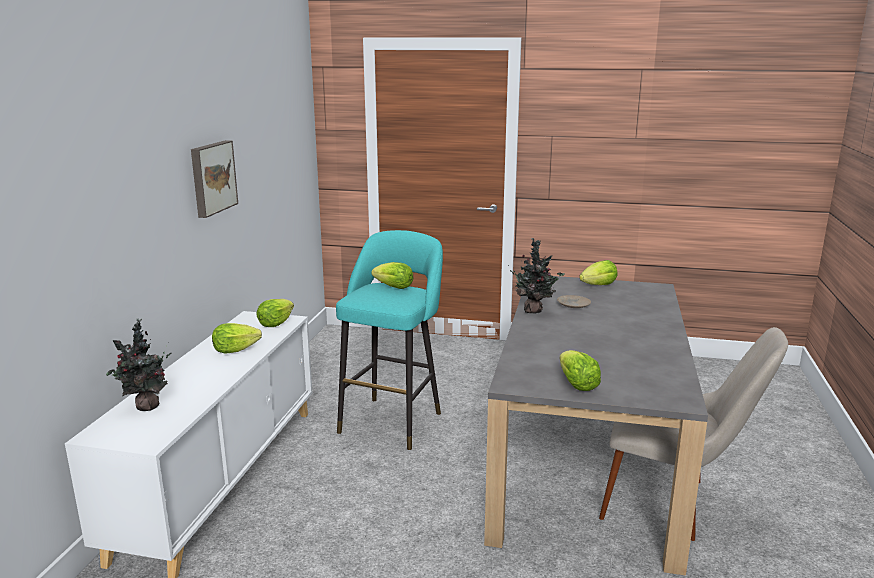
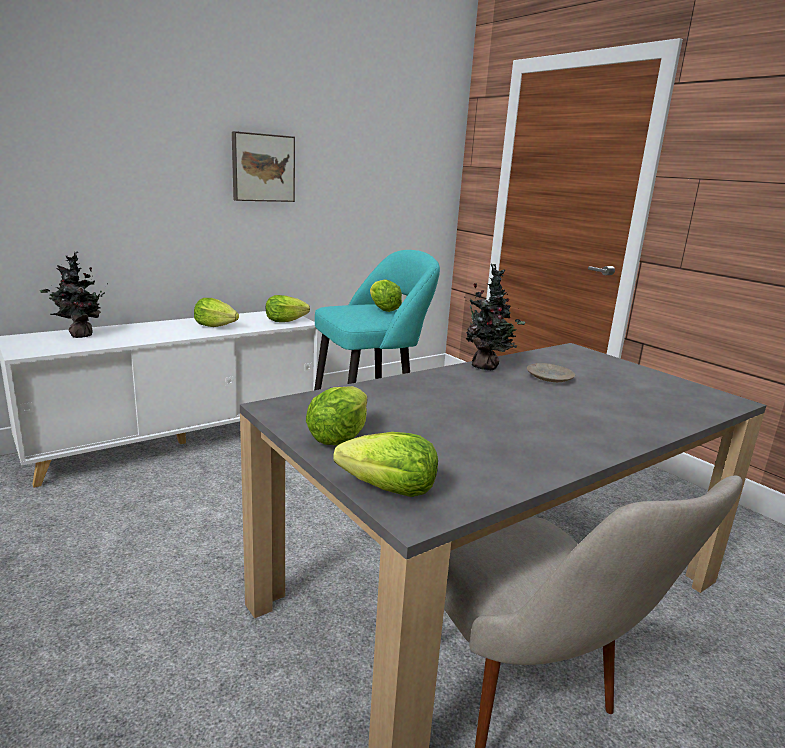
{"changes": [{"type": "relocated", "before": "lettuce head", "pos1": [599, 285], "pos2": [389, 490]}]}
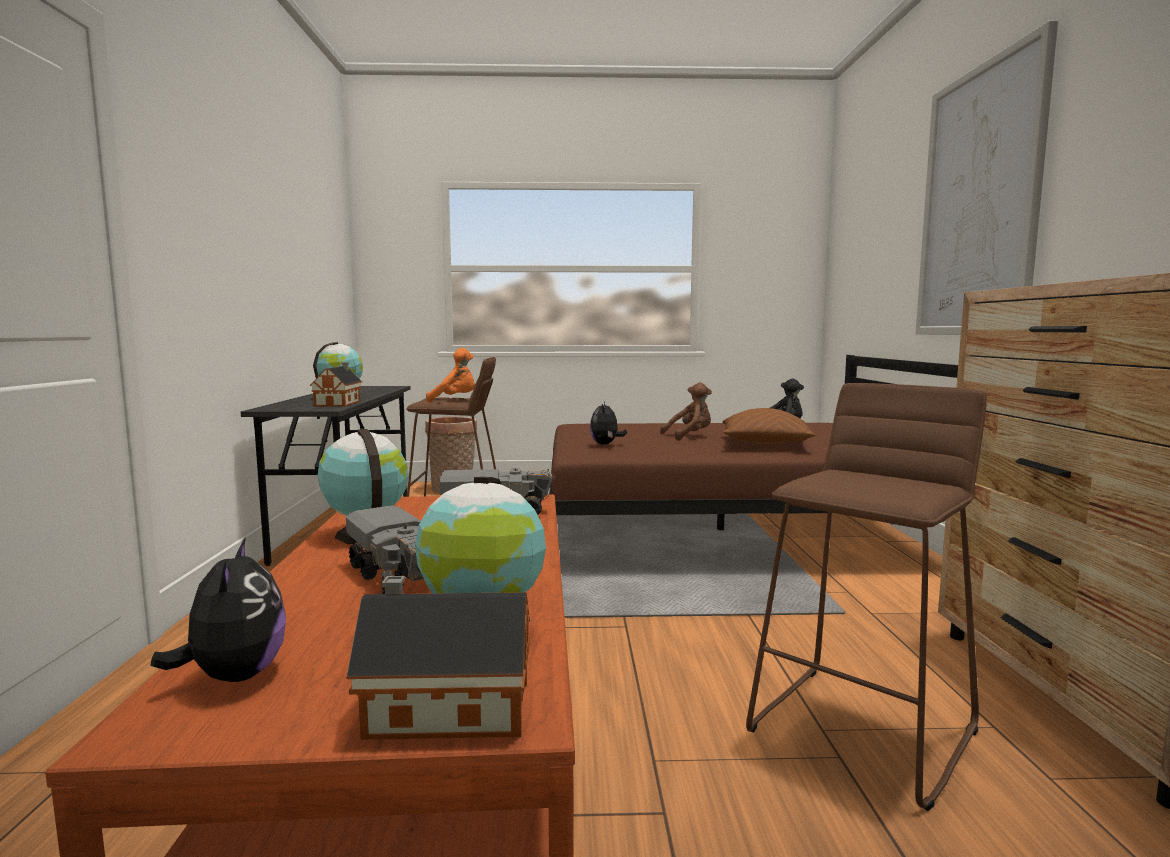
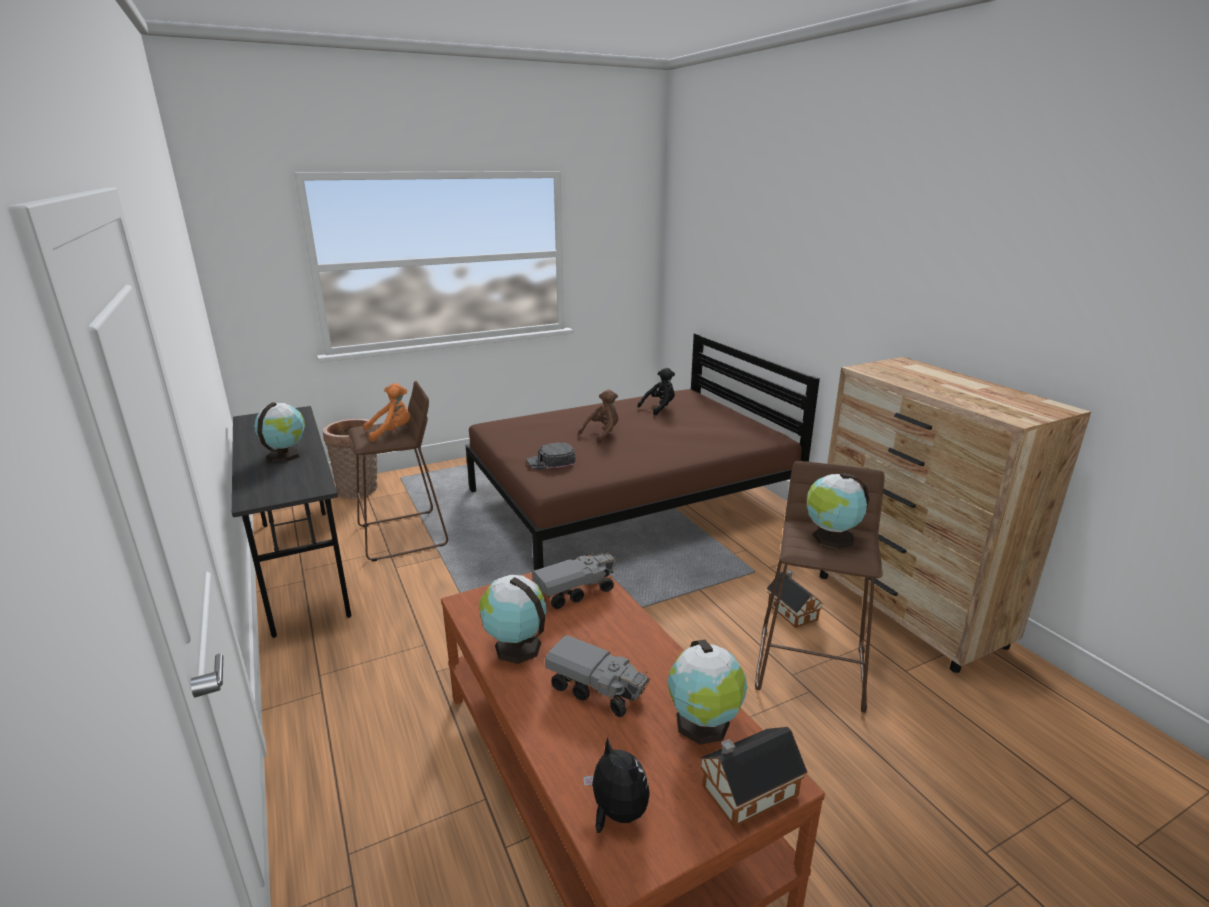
{"changes": [{"type": "exchanged", "before": "soft toy", "after": "cap (black)", "pos1": [606, 444], "pos2": [551, 461]}, {"type": "relocated", "before": "miniature house", "pos1": [339, 403], "pos2": [791, 610]}, {"type": "appeared", "after": "globe", "pos2": [831, 538]}, {"type": "missing", "before": "cushion (brown)", "pos1": [765, 444]}, {"type": "missing", "before": "wall picture", "pos1": [979, 202]}]}
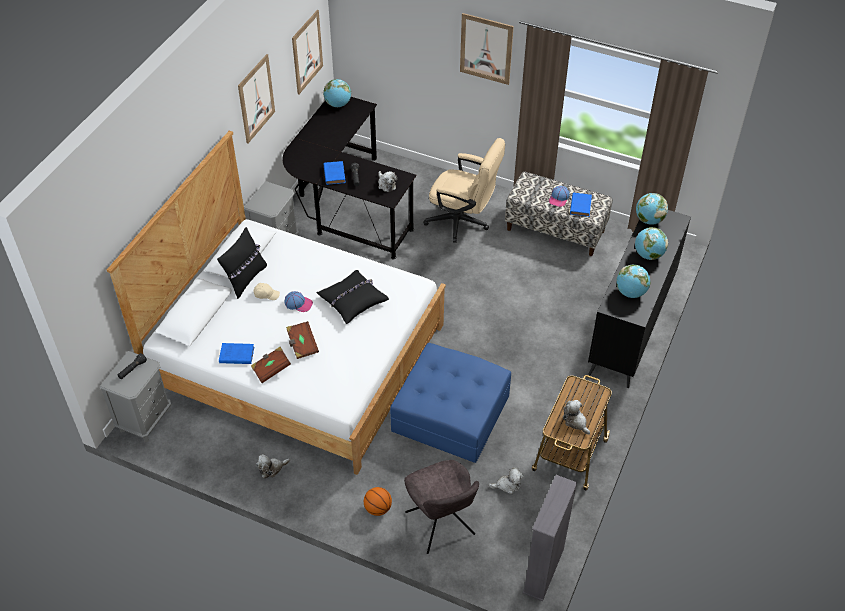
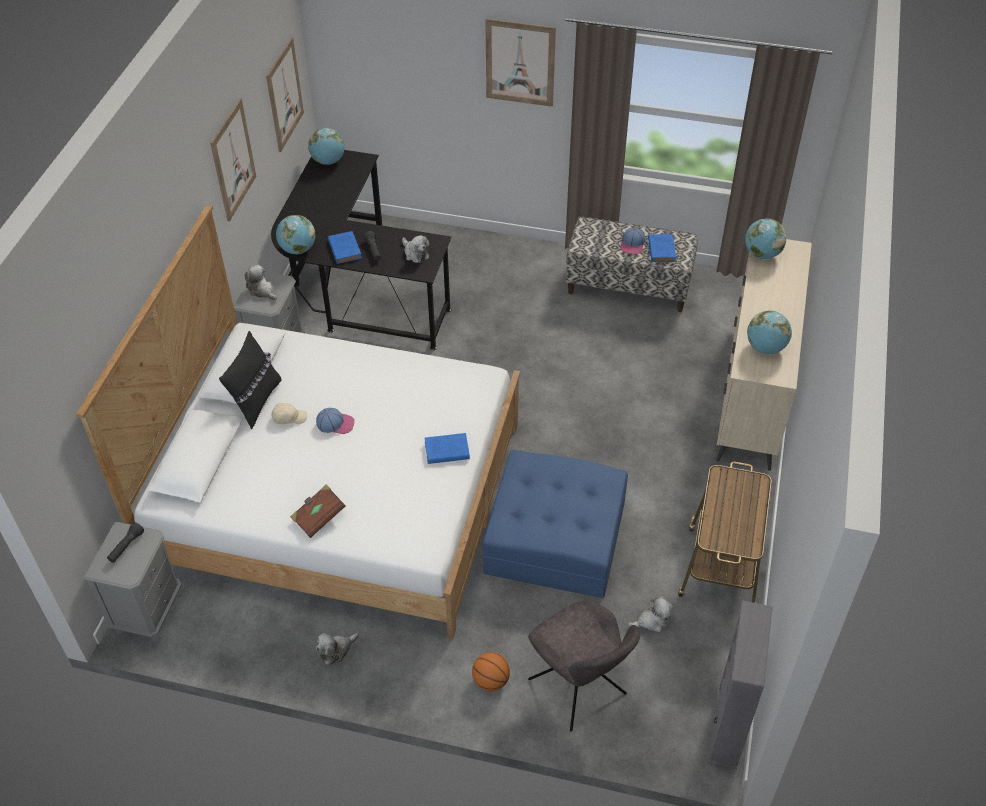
{"changes": [{"type": "relocated", "before": "soft toy", "pos1": [575, 421], "pos2": [262, 290]}, {"type": "relocated", "before": "globe", "pos1": [648, 255], "pos2": [298, 249]}, {"type": "relocated", "before": "volume (bluish)", "pos1": [236, 355], "pos2": [445, 451]}, {"type": "colour", "before": "chest of drawers (black)", "after": "chest of drawers (sand-coloured)", "pos1": [630, 327], "pos2": [752, 393]}, {"type": "missing", "before": "volume (brown)", "pos1": [302, 345]}, {"type": "missing", "before": "cushion (black)", "pos1": [352, 300]}, {"type": "missing", "before": "computer chair (sand-coloured)", "pos1": [463, 222]}]}
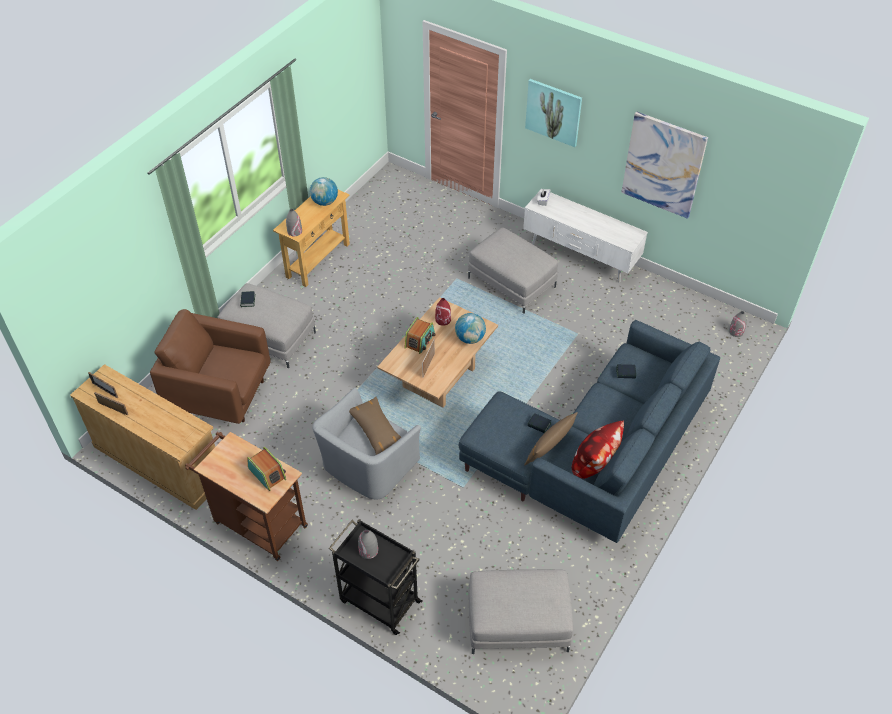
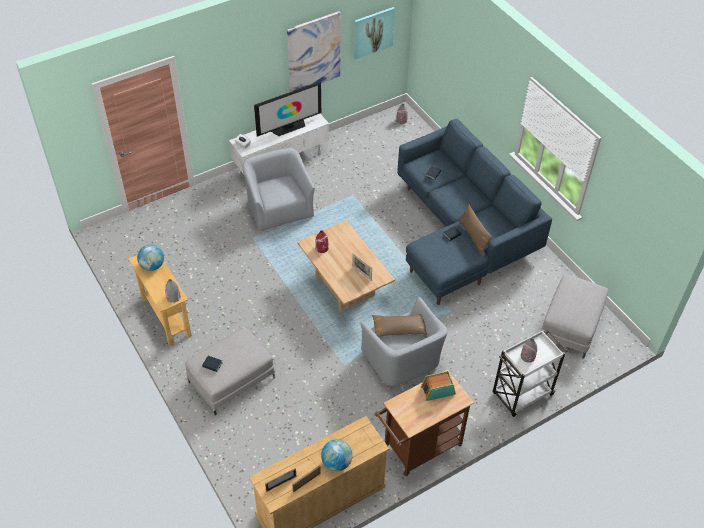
{"changes": [{"type": "exchanged", "before": "ottoman (grey)", "after": "lounge chair (grey)", "pos1": [512, 282], "pos2": [279, 208]}, {"type": "appeared", "after": "television", "pos2": [289, 127]}, {"type": "relocated", "before": "globe", "pos1": [470, 338], "pos2": [336, 462]}, {"type": "relocated", "before": "wall picture", "pos1": [553, 112], "pos2": [373, 32]}, {"type": "colour", "before": "cart (black)", "after": "cart (white-coloured)", "pos1": [378, 600], "pos2": [521, 395]}, {"type": "missing", "before": "lounge chair (brown)", "pos1": [220, 394]}, {"type": "missing", "before": "radio", "pos1": [420, 341]}, {"type": "missing", "before": "cushion", "pos1": [595, 463]}]}
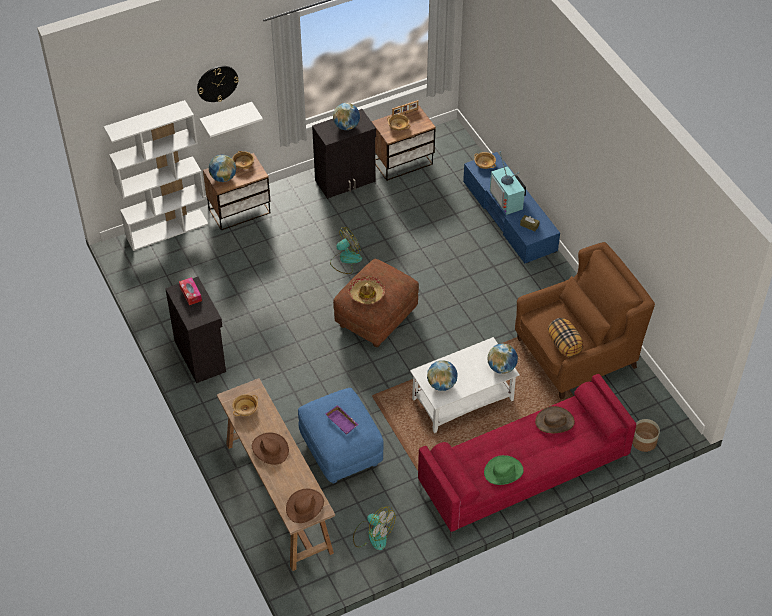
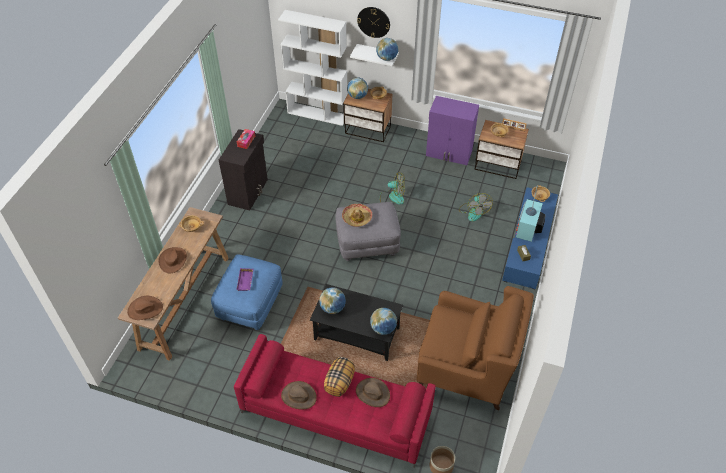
{"changes": [{"type": "colour", "before": "wearable hat (greenish)", "after": "wearable hat (brown)", "pos1": [503, 471], "pos2": [298, 396]}, {"type": "colour", "before": "coffee table (white-coloured)", "after": "coffee table (black)", "pos1": [462, 400], "pos2": [356, 334]}, {"type": "relocated", "before": "cushion", "pos1": [564, 345], "pos2": [339, 382]}, {"type": "colour", "before": "ottoman (brown)", "after": "ottoman (grey)", "pos1": [376, 318], "pos2": [367, 244]}, {"type": "relocated", "before": "globe", "pos1": [346, 126], "pos2": [387, 58]}, {"type": "colour", "before": "storage cabinet (black)", "after": "storage cabinet (purple)", "pos1": [346, 181], "pos2": [449, 153]}, {"type": "relocated", "before": "cooling fan", "pos1": [373, 535], "pos2": [473, 211]}]}
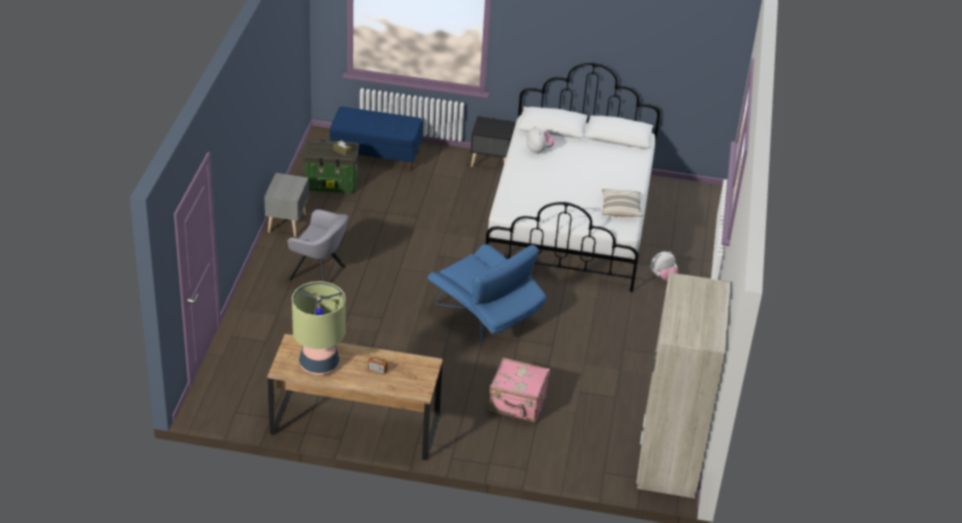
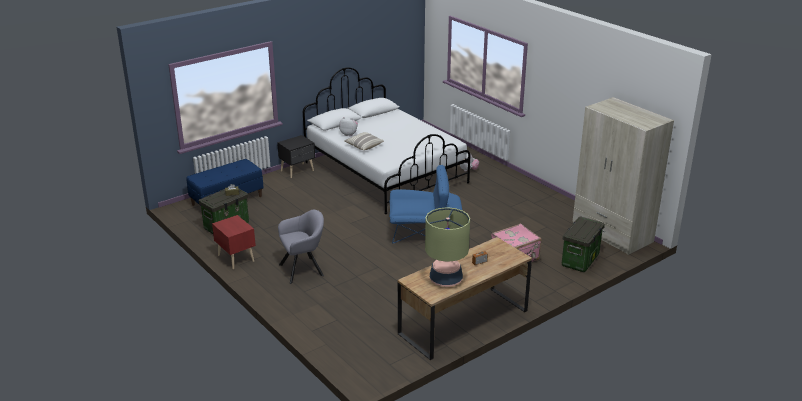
{"changes": [{"type": "colour", "before": "night table (grey)", "after": "night table (red)", "pos1": [288, 223], "pos2": [236, 258]}, {"type": "relocated", "before": "cushion", "pos1": [620, 209], "pos2": [363, 146]}, {"type": "appeared", "after": "storage bin", "pos2": [580, 261]}]}
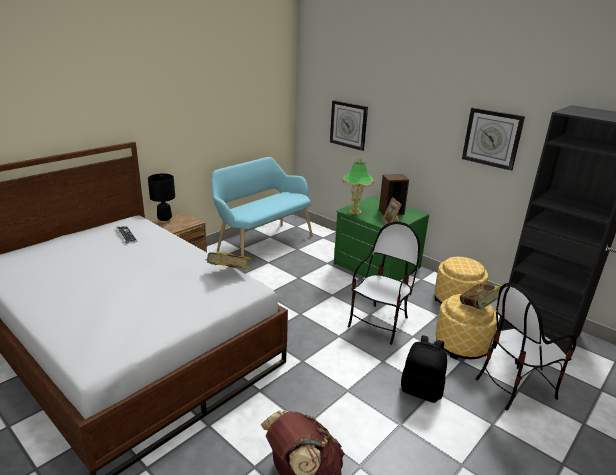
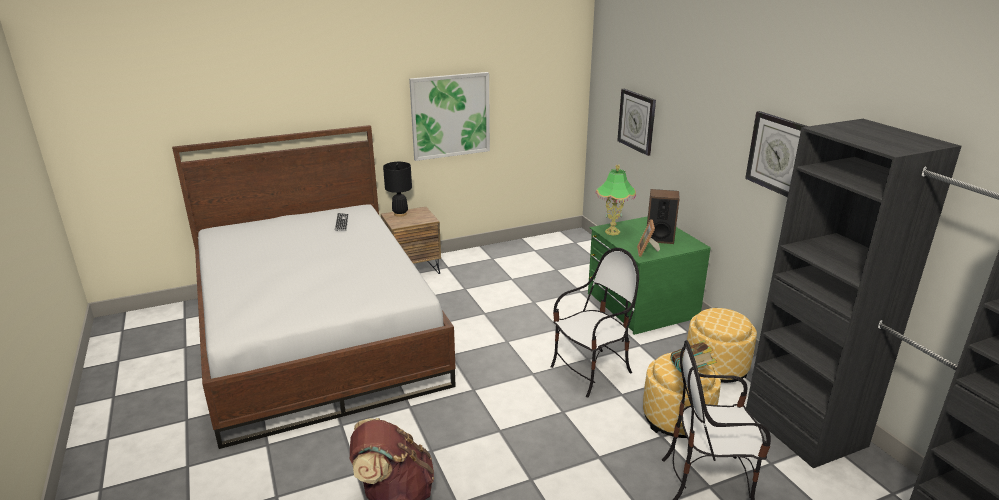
{"changes": [{"type": "appeared", "after": "wall picture", "pos2": [450, 116]}, {"type": "missing", "before": "volume", "pos1": [228, 274]}, {"type": "missing", "before": "bench (turquoise)", "pos1": [262, 243]}, {"type": "missing", "before": "backpack (black)", "pos1": [421, 391]}]}
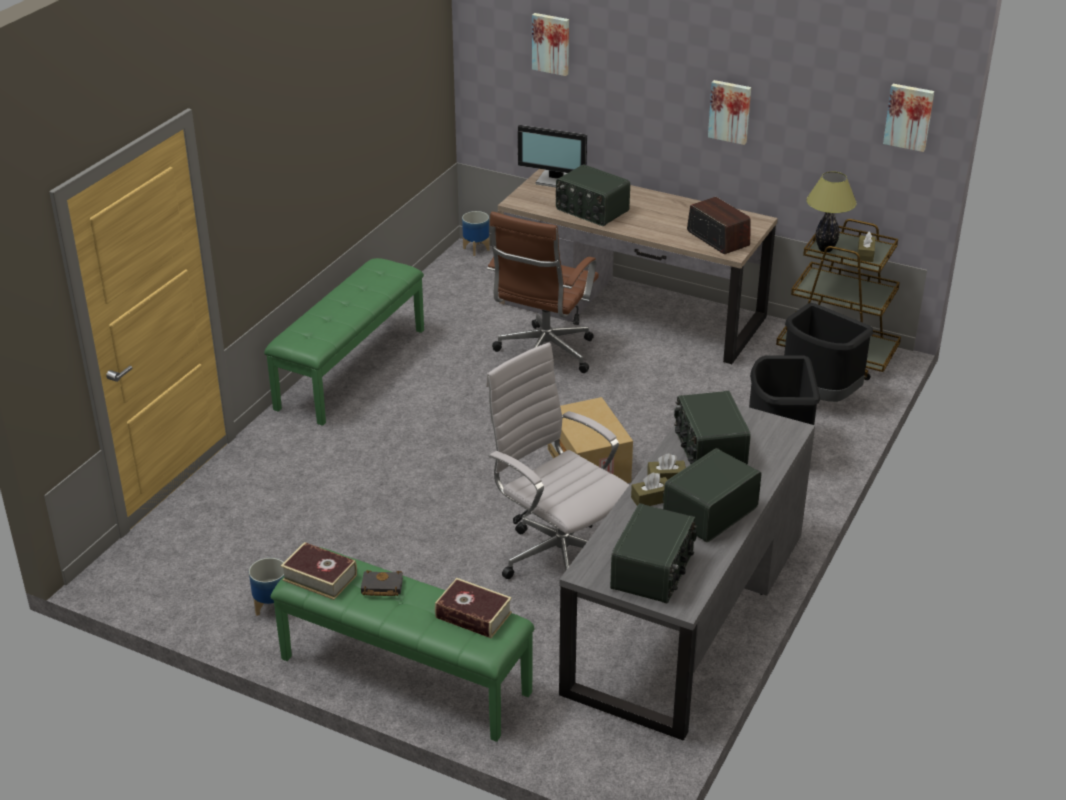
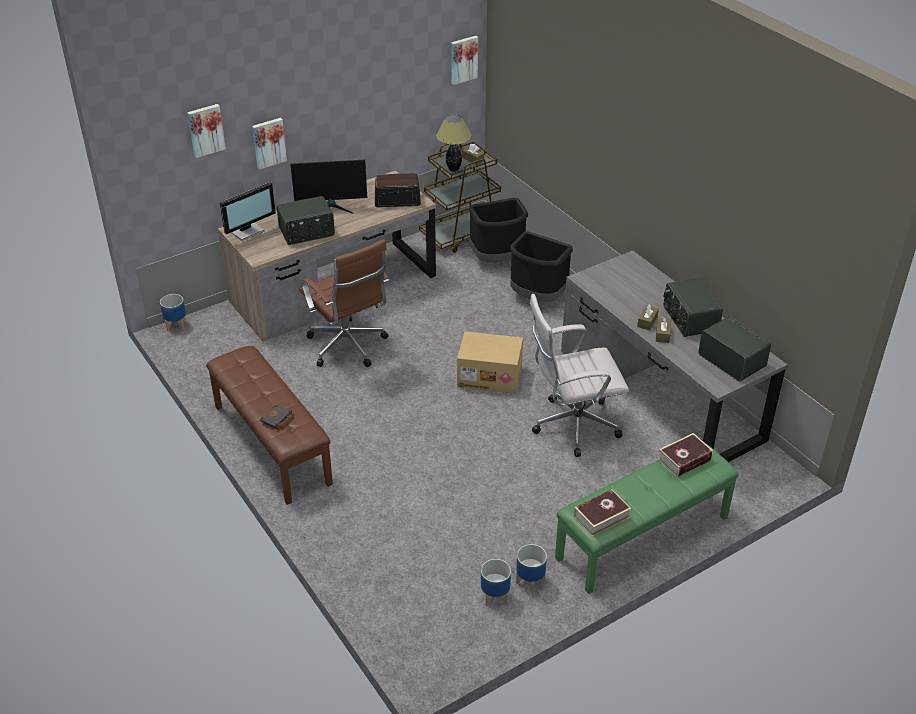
{"changes": [{"type": "colour", "before": "bench (greenish)", "after": "bench (brown)", "pos1": [350, 368], "pos2": [271, 444]}, {"type": "relocated", "before": "wall picture", "pos1": [730, 111], "pos2": [268, 142]}, {"type": "relocated", "before": "volume (black)", "pos1": [380, 587], "pos2": [277, 420]}, {"type": "appeared", "after": "computer display", "pos2": [331, 207]}, {"type": "appeared", "after": "planter", "pos2": [495, 597]}, {"type": "missing", "before": "radio", "pos1": [709, 449]}]}
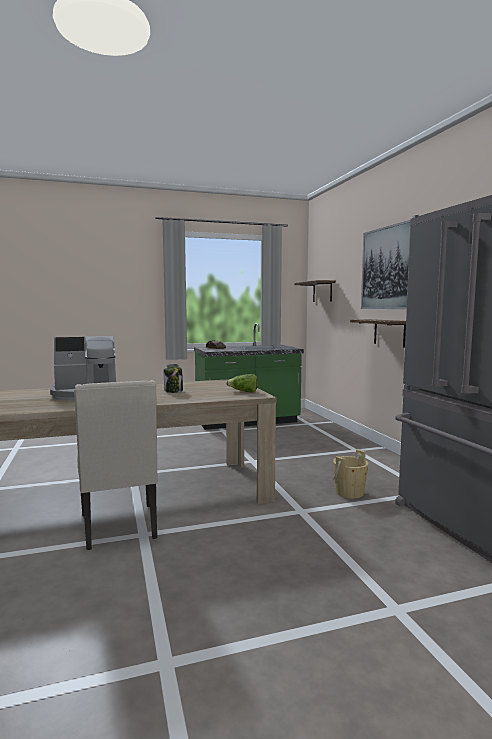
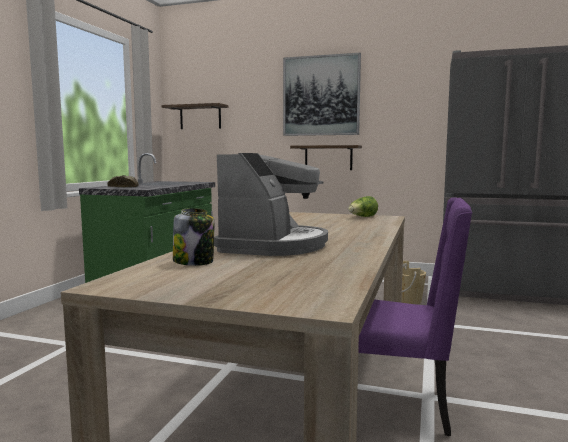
{"changes": [{"type": "relocated", "before": "jar", "pos1": [173, 391], "pos2": [194, 262]}, {"type": "colour", "before": "plain chair (sand-coloured)", "after": "plain chair (purple)", "pos1": [120, 527], "pos2": [397, 405]}]}
